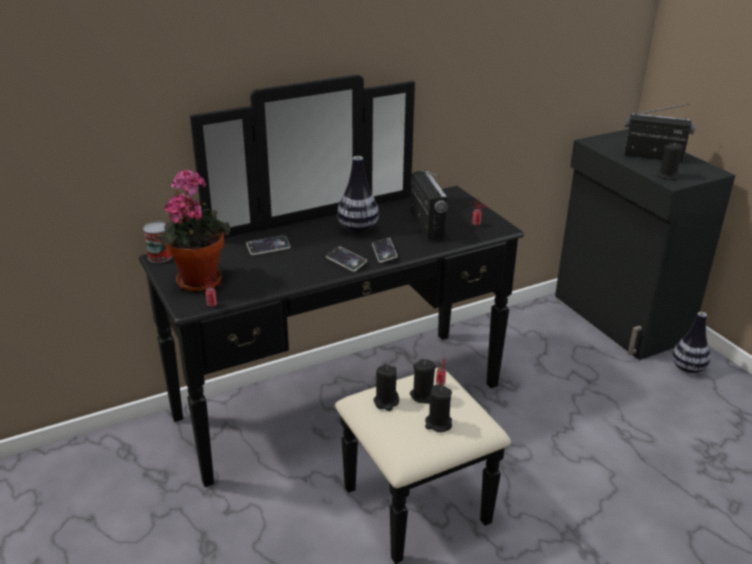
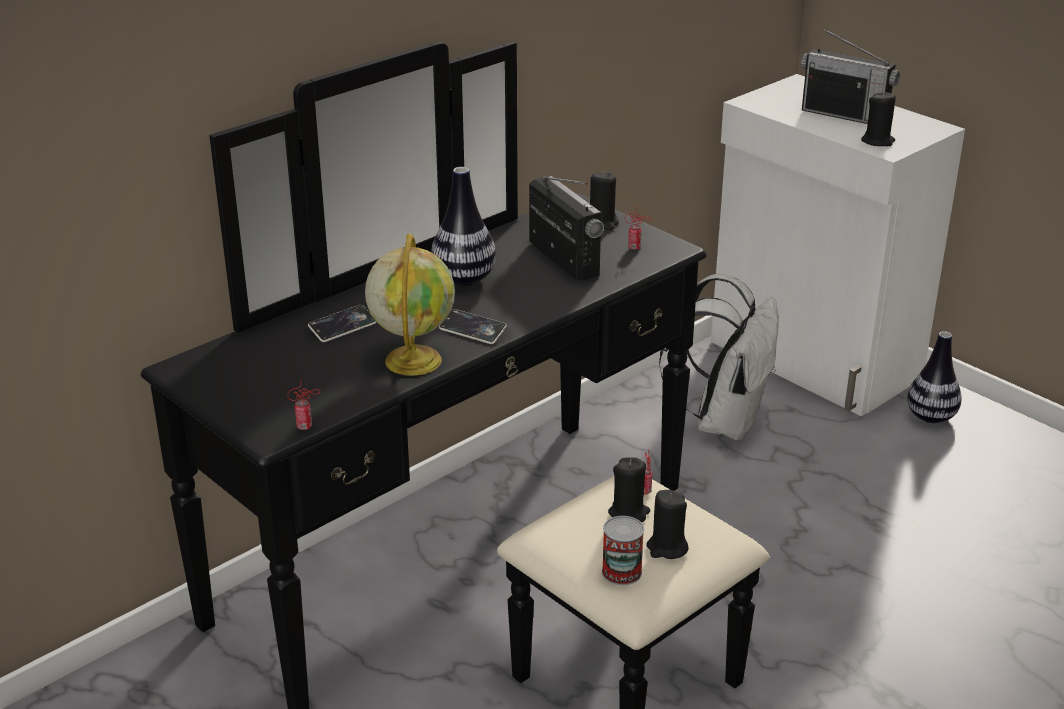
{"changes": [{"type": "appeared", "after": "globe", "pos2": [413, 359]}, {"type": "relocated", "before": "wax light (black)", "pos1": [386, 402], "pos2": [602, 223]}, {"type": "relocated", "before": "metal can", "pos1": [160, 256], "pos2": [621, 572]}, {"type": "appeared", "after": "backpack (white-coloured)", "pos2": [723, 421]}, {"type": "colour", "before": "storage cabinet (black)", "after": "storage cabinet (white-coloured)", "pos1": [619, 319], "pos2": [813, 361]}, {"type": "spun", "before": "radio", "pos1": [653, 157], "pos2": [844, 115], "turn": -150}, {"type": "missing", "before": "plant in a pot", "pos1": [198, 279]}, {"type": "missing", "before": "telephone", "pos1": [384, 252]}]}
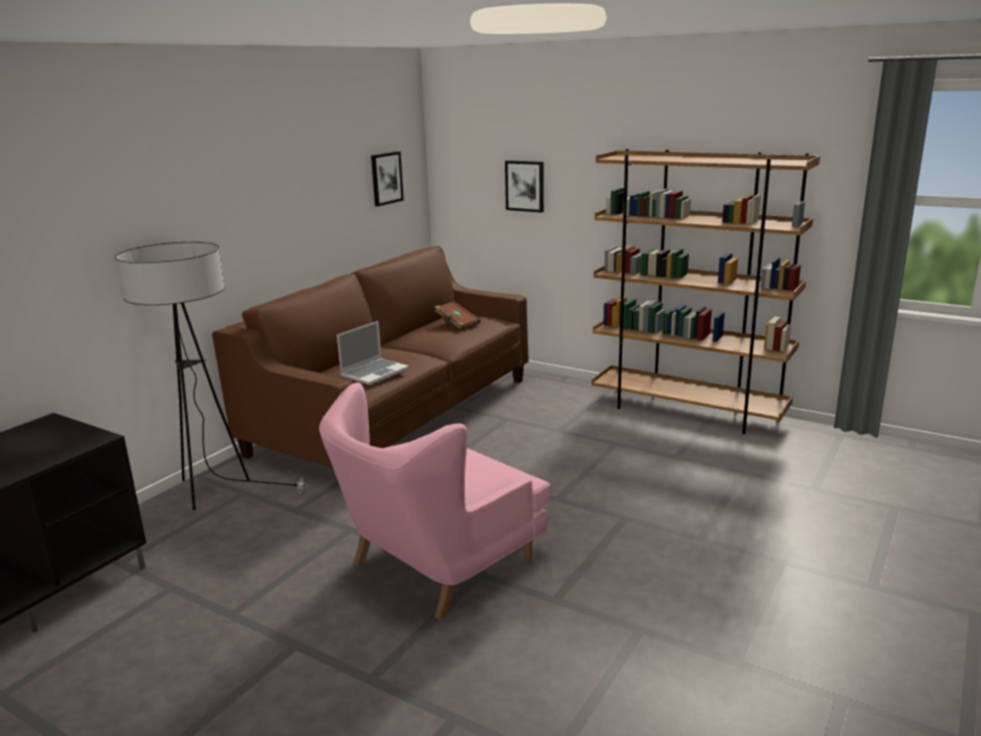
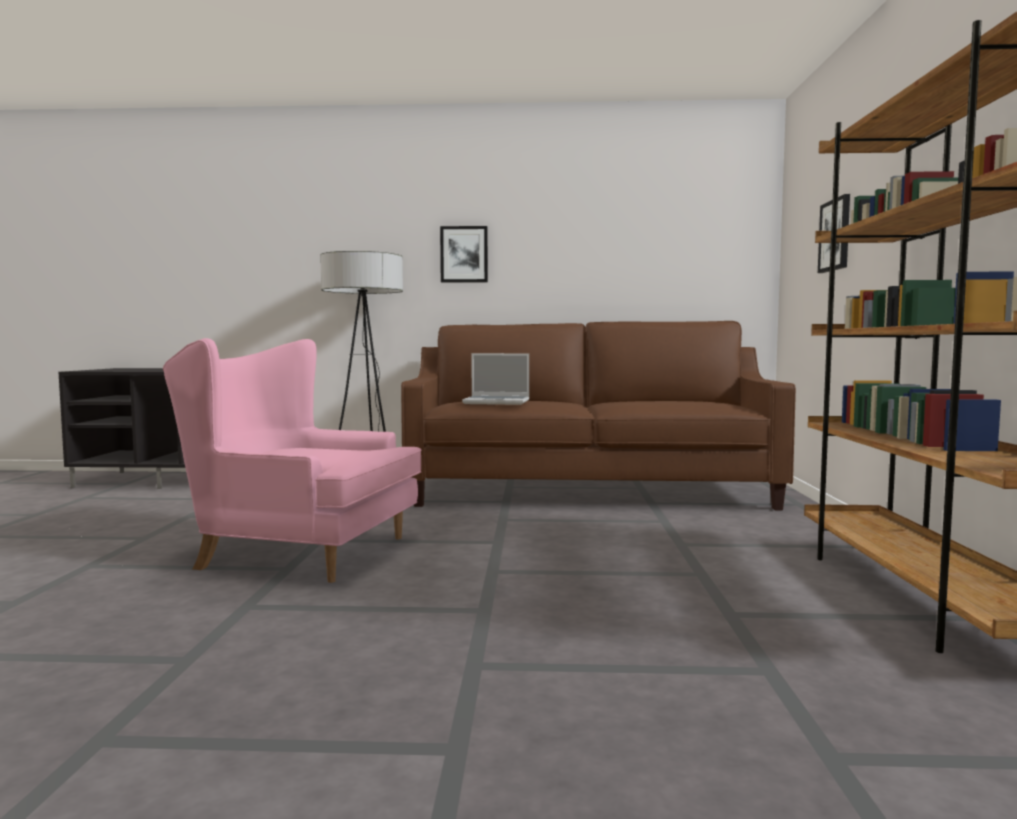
{"changes": [{"type": "relocated", "before": "wall picture", "pos1": [386, 178], "pos2": [464, 254]}, {"type": "missing", "before": "volume (brown)", "pos1": [456, 324]}]}
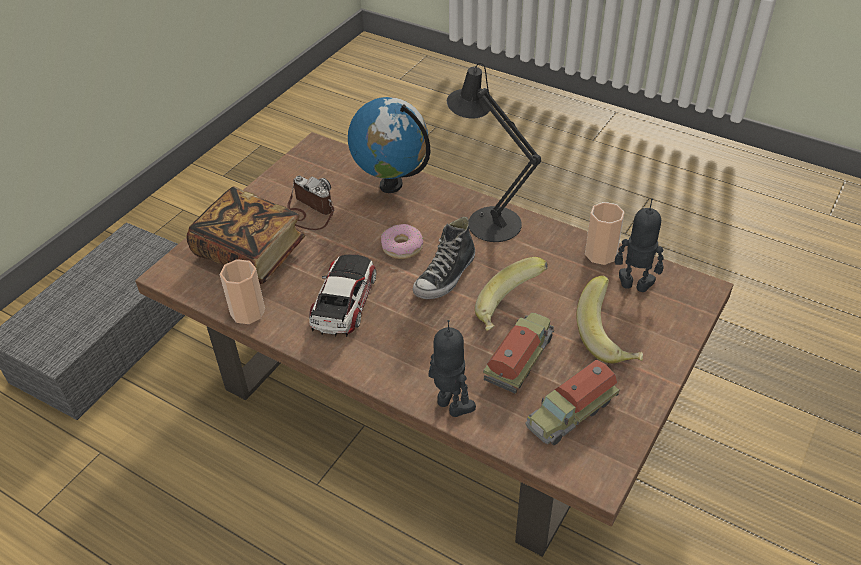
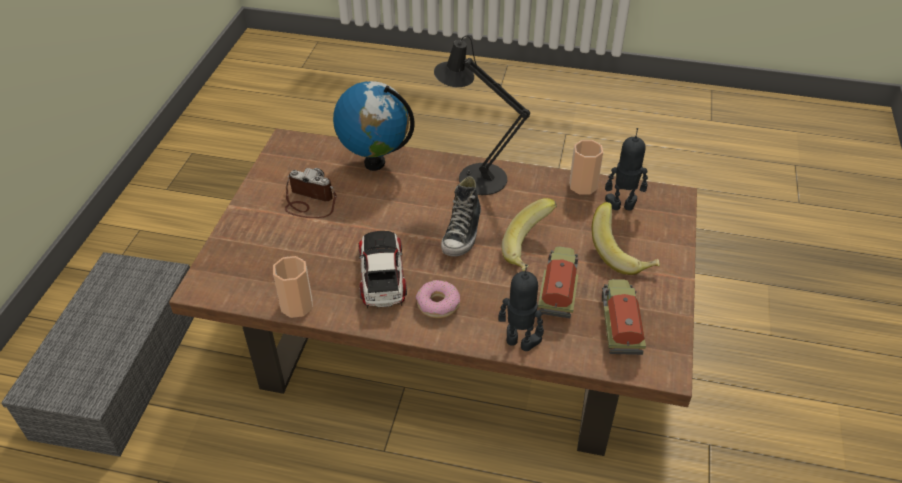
{"changes": [{"type": "relocated", "before": "donut", "pos1": [402, 247], "pos2": [438, 304]}, {"type": "spun", "before": "model truck", "pos1": [570, 413], "pos2": [620, 323], "turn": 150}, {"type": "missing", "before": "volume", "pos1": [250, 252]}]}
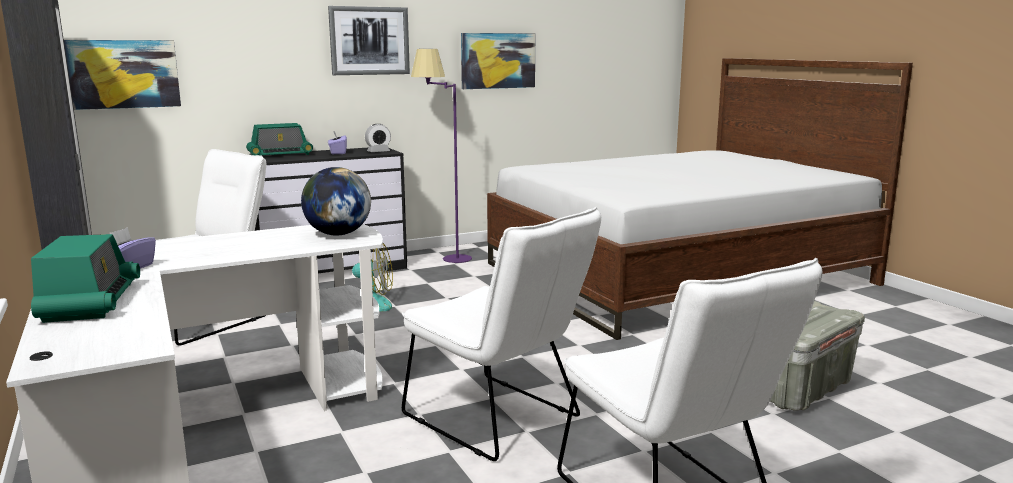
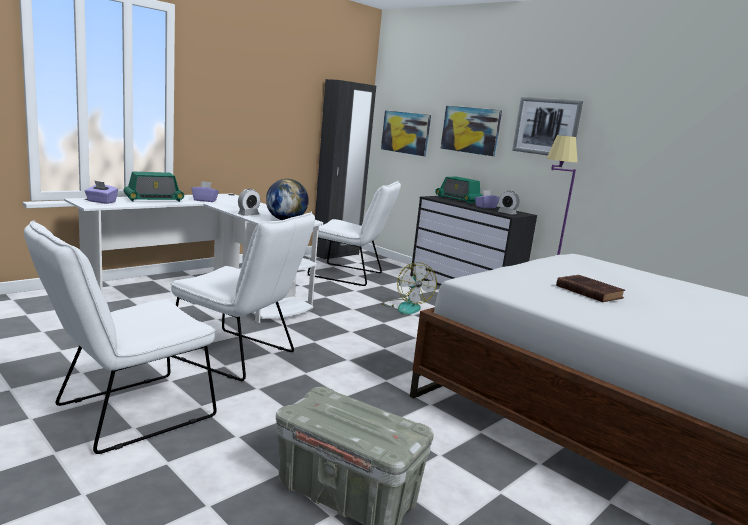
{"changes": [{"type": "appeared", "after": "tissue box (purple)", "pos2": [101, 202]}, {"type": "spun", "before": "plain chair (white-coloured)", "pos1": [499, 420], "pos2": [239, 356], "turn": -90}, {"type": "appeared", "after": "bedside clock", "pos2": [248, 214]}, {"type": "relocated", "before": "wall picture", "pos1": [498, 60], "pos2": [470, 130]}, {"type": "appeared", "after": "volume (brown)", "pos2": [587, 291]}]}
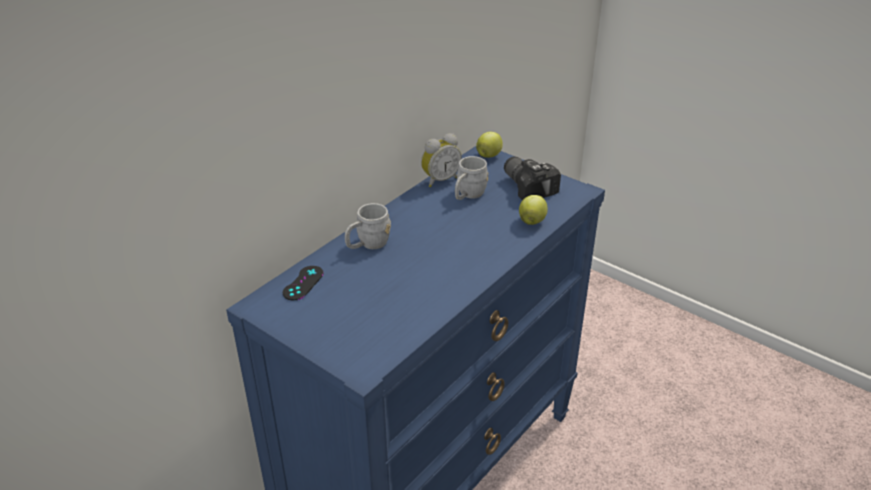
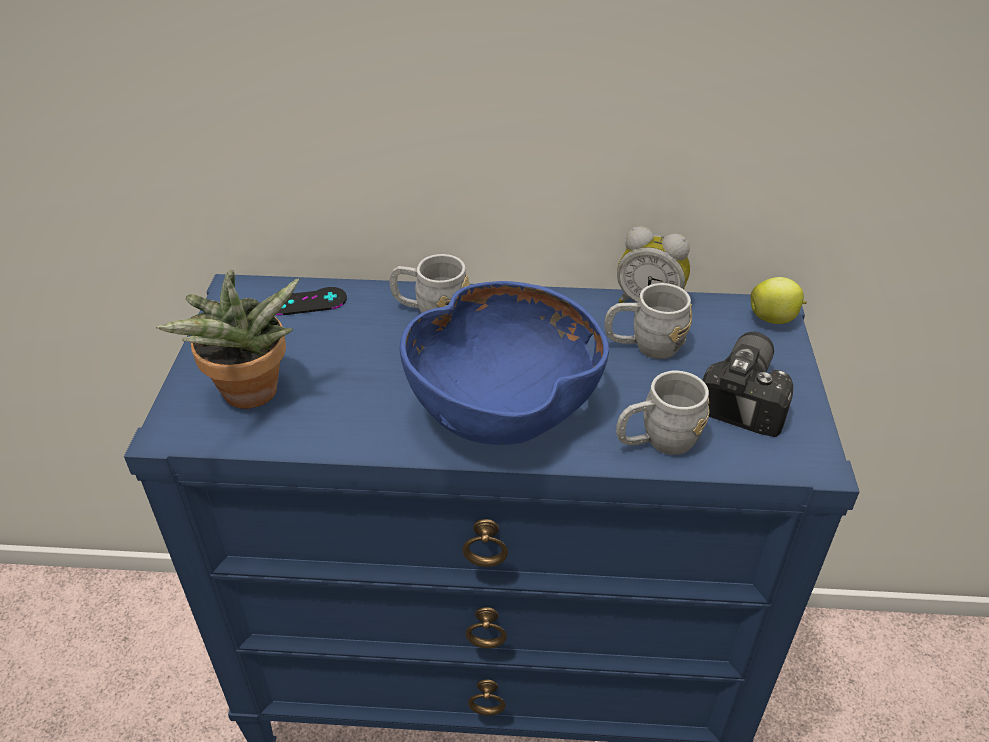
{"changes": [{"type": "appeared", "after": "plant in a pot", "pos2": [251, 397]}, {"type": "appeared", "after": "deep dish (bluish)", "pos2": [502, 406]}, {"type": "exchanged", "before": "apple fruit", "after": "coffee mug (grey)", "pos1": [532, 221], "pos2": [657, 441]}]}
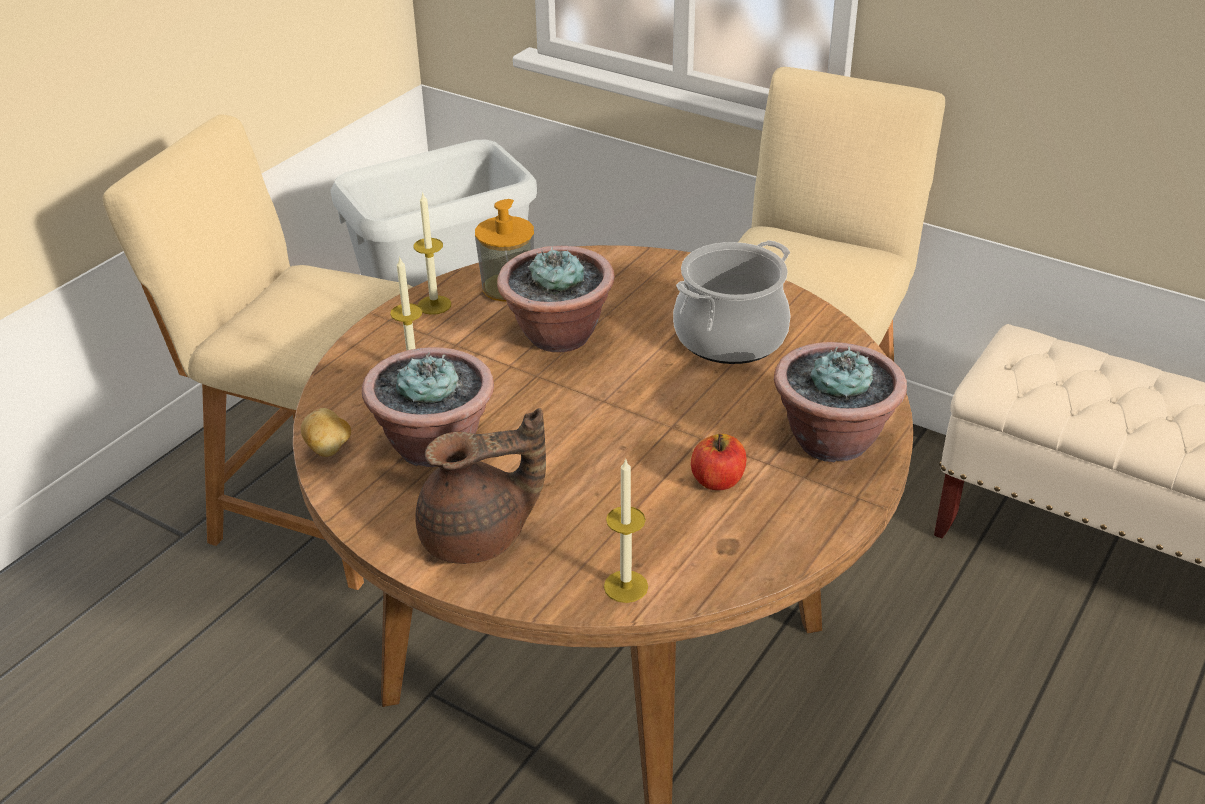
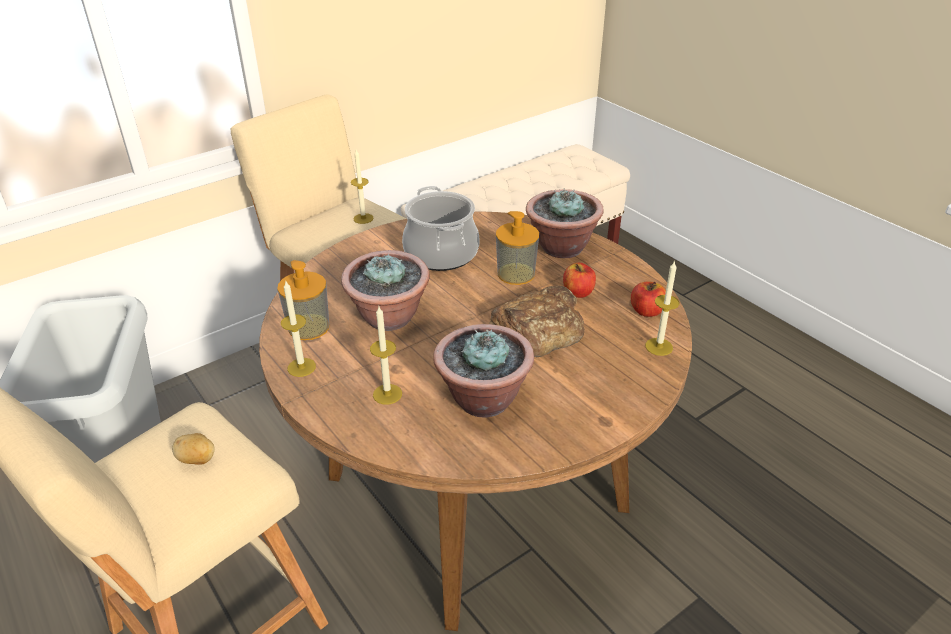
{"changes": [{"type": "relocated", "before": "spud", "pos1": [329, 449], "pos2": [197, 460]}, {"type": "appeared", "after": "wax light", "pos2": [363, 218]}, {"type": "appeared", "after": "baked bread", "pos2": [538, 329]}, {"type": "appeared", "after": "liquid soap bottle", "pos2": [516, 274]}, {"type": "appeared", "after": "apple fruit", "pos2": [646, 311]}, {"type": "missing", "before": "pot for tea (brown)", "pos1": [478, 537]}]}
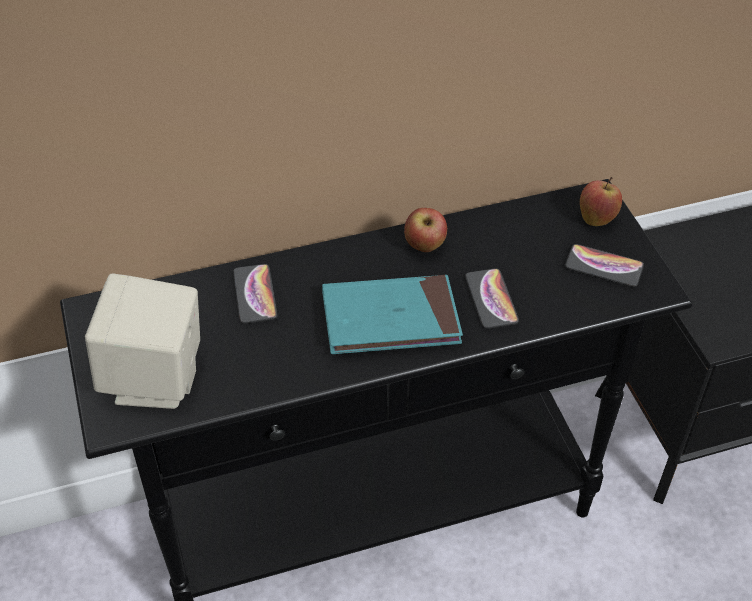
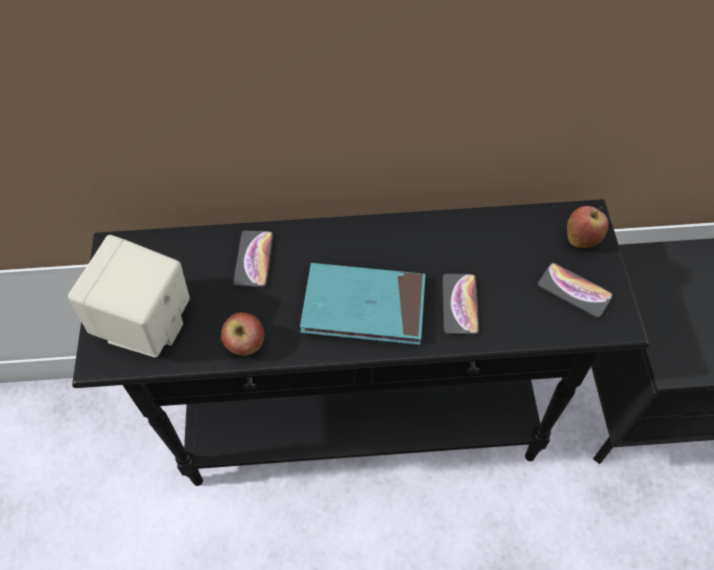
{"changes": [{"type": "relocated", "before": "apple fruit", "pos1": [425, 246], "pos2": [246, 345]}]}
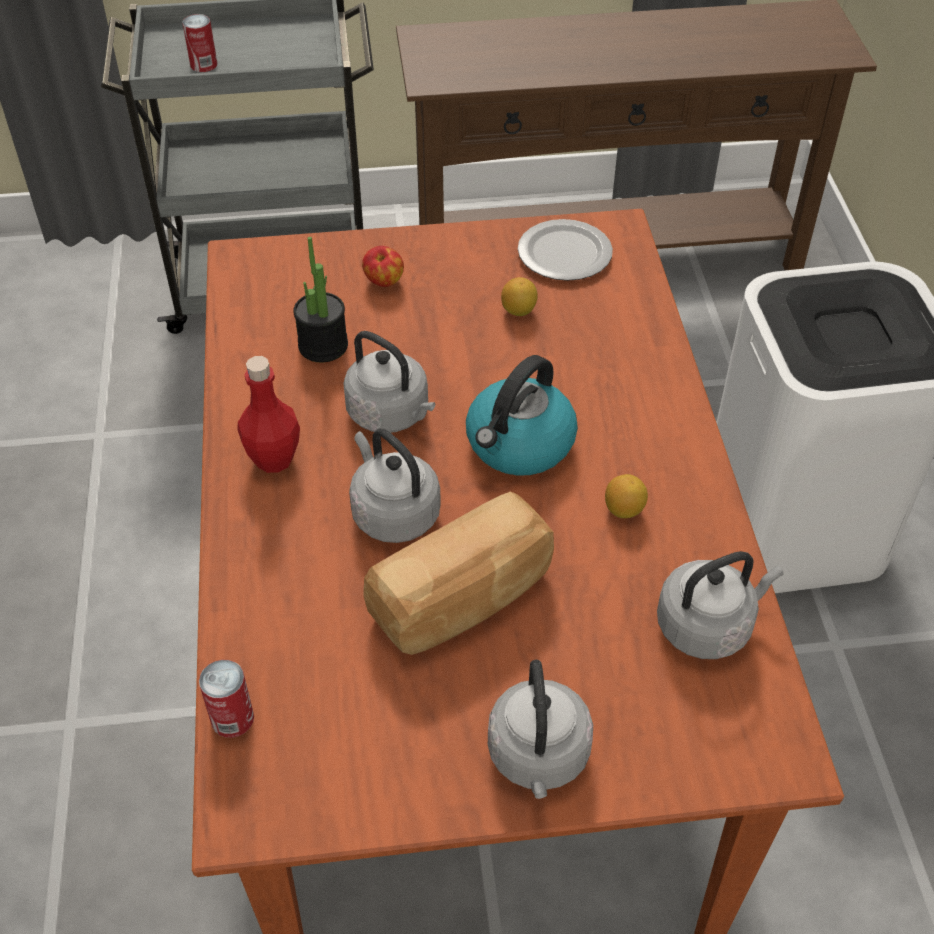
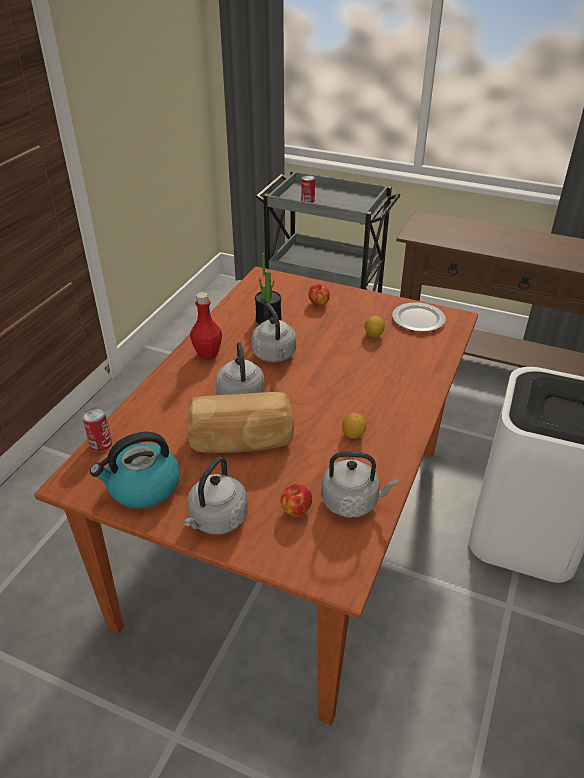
{"changes": [{"type": "relocated", "before": "water kettle", "pos1": [519, 445], "pos2": [143, 487]}, {"type": "appeared", "after": "apple fruit", "pos2": [296, 510]}]}
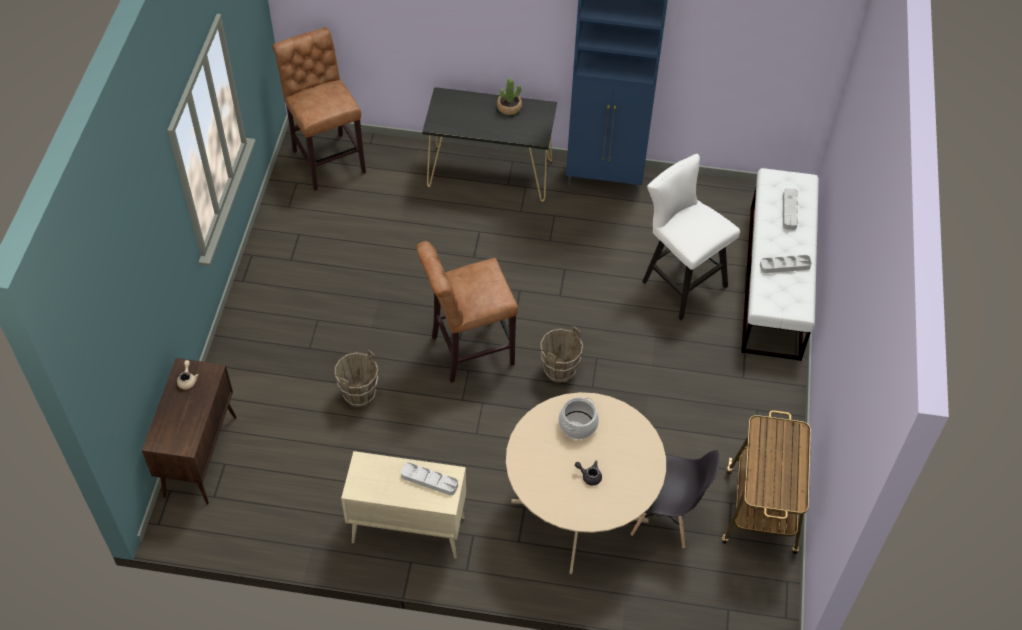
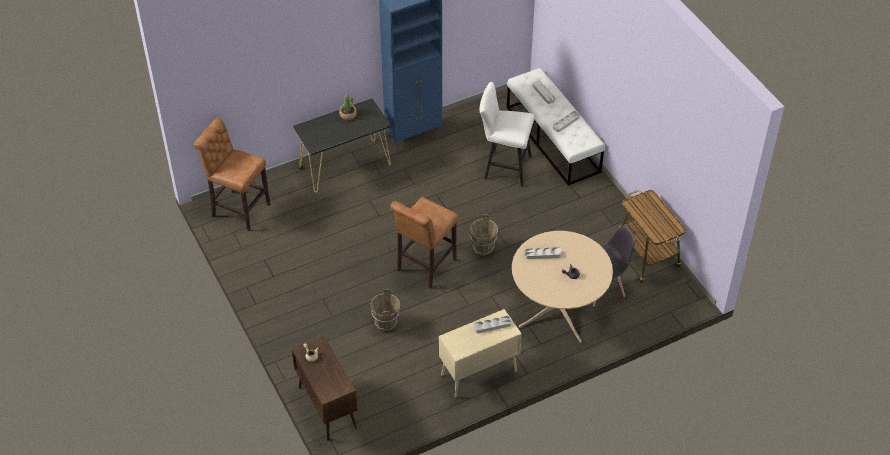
{"changes": [{"type": "exchanged", "before": "saucepot", "after": "carrying tray (grey)", "pos1": [577, 424], "pos2": [542, 254]}]}
